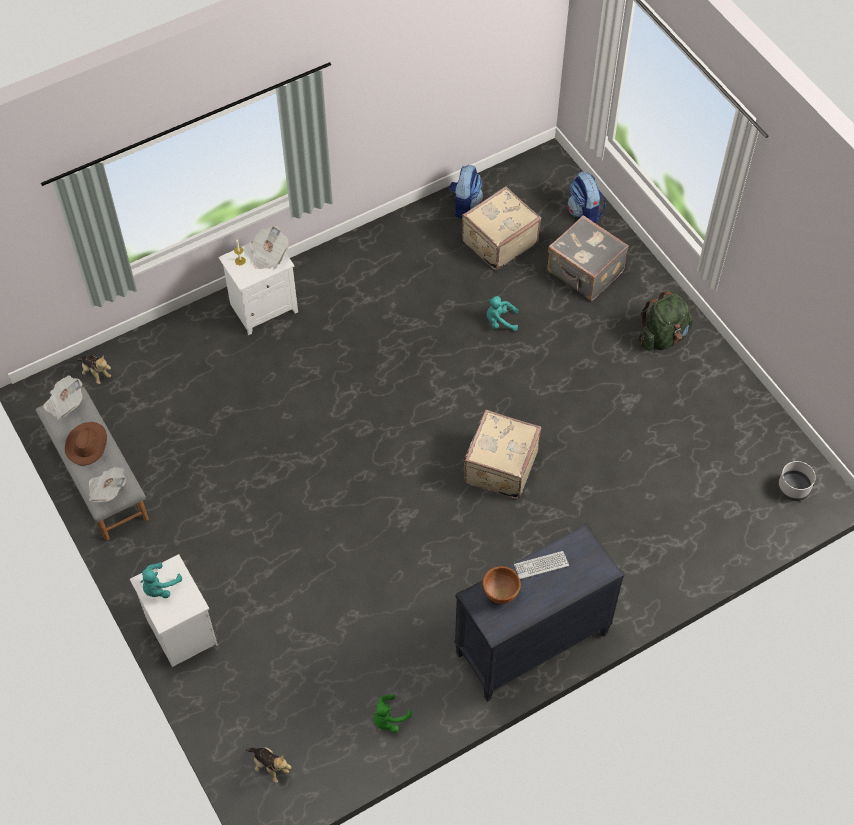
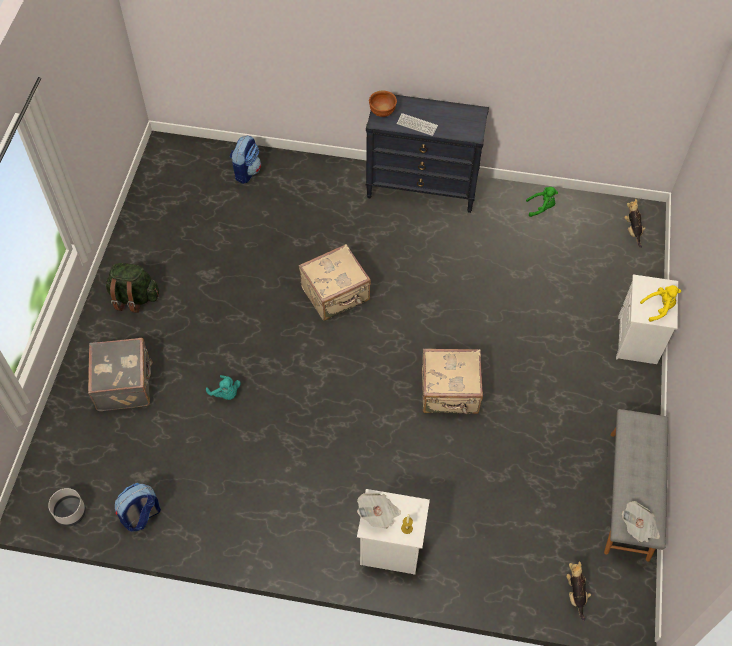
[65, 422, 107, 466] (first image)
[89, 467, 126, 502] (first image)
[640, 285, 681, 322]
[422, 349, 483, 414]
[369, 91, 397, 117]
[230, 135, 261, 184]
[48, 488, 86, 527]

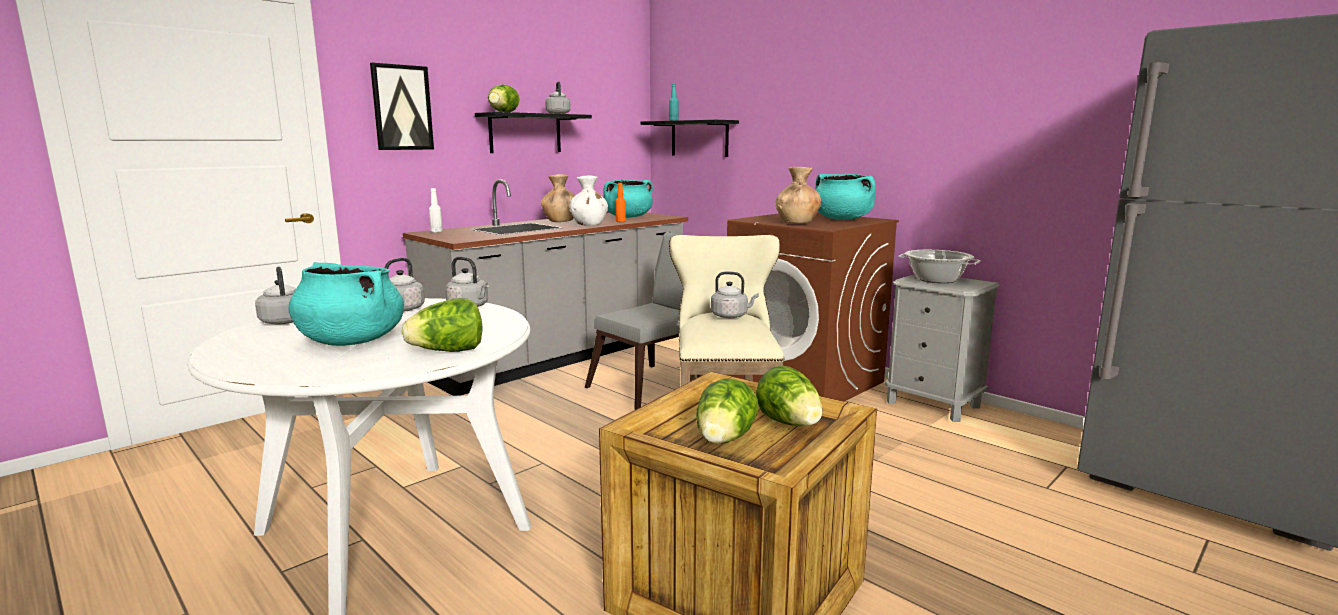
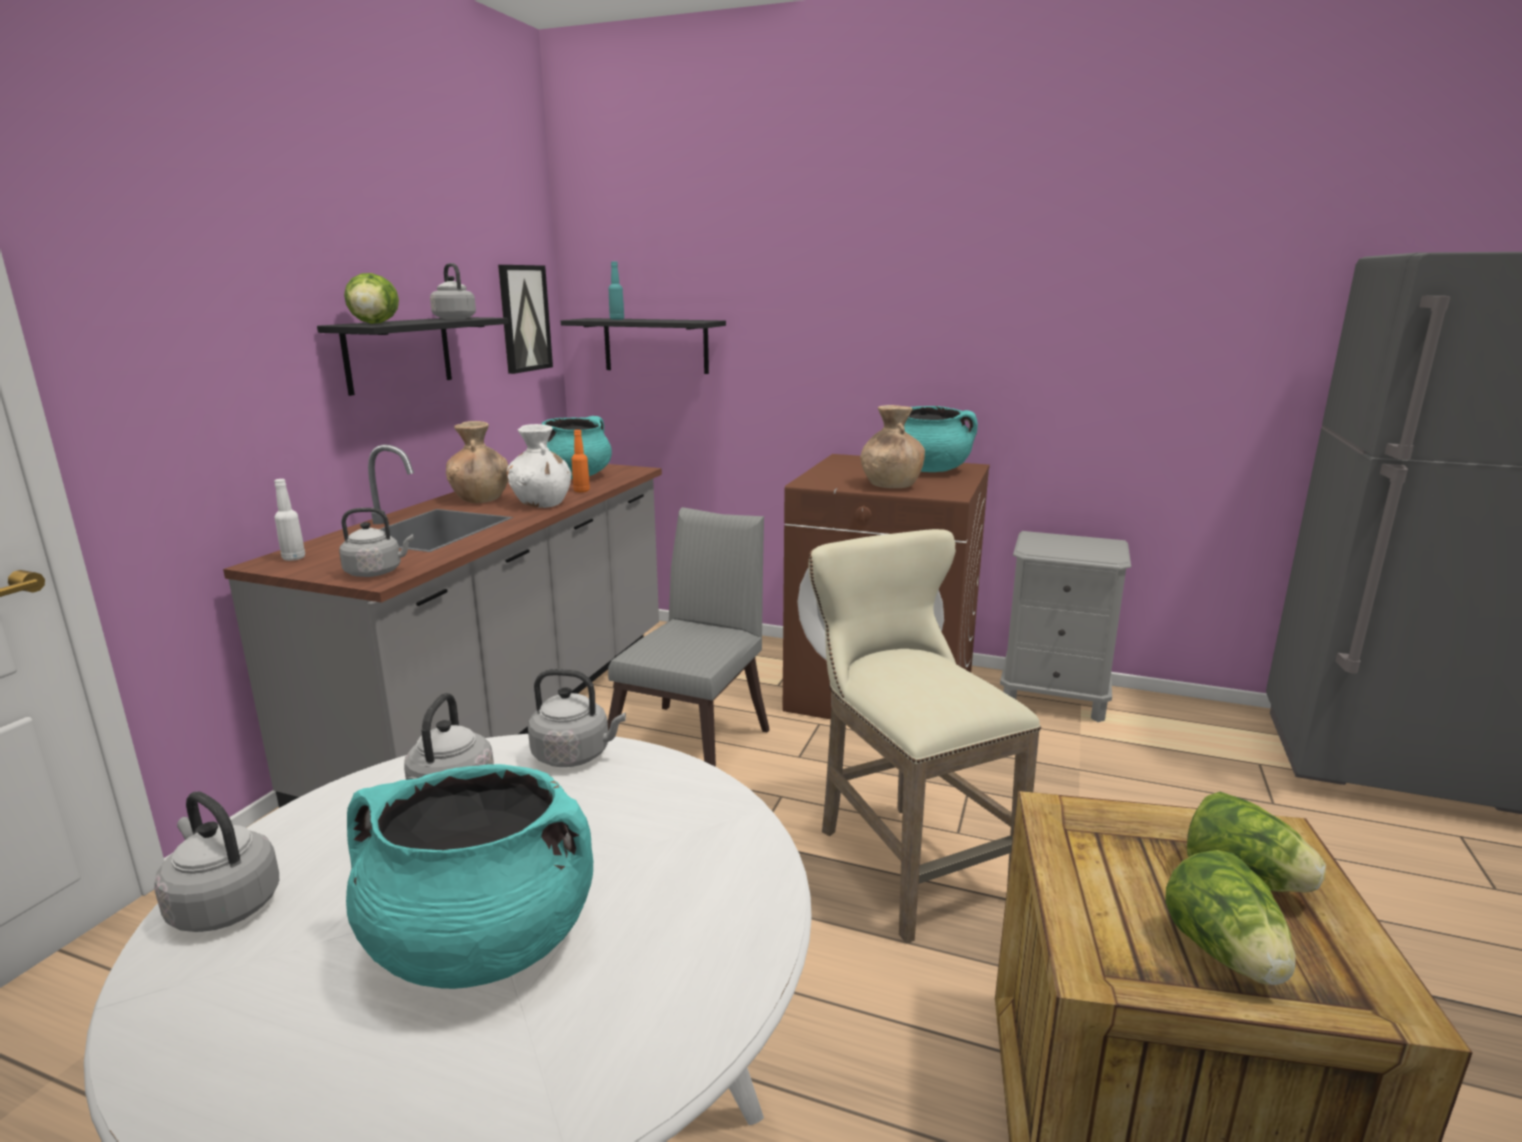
[498, 265, 553, 374]
[402, 298, 482, 352] (first image)
[339, 508, 414, 577]
[898, 250, 981, 283] (first image)

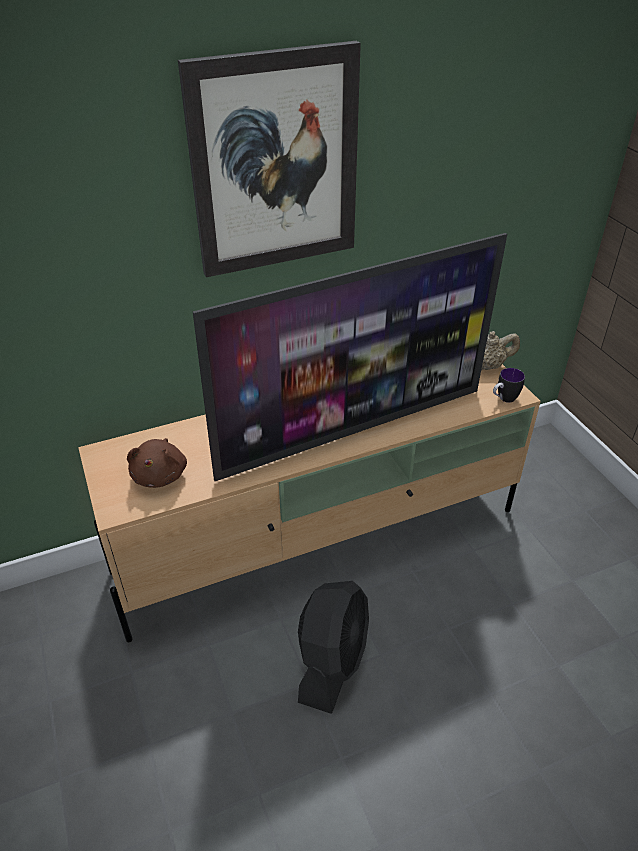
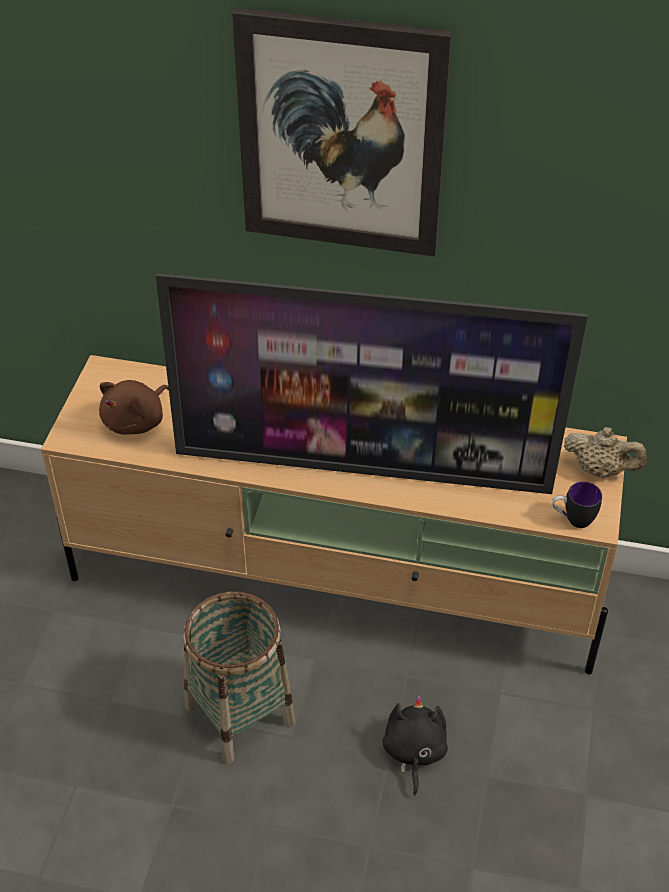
[183, 591, 295, 764]
[383, 696, 448, 796]

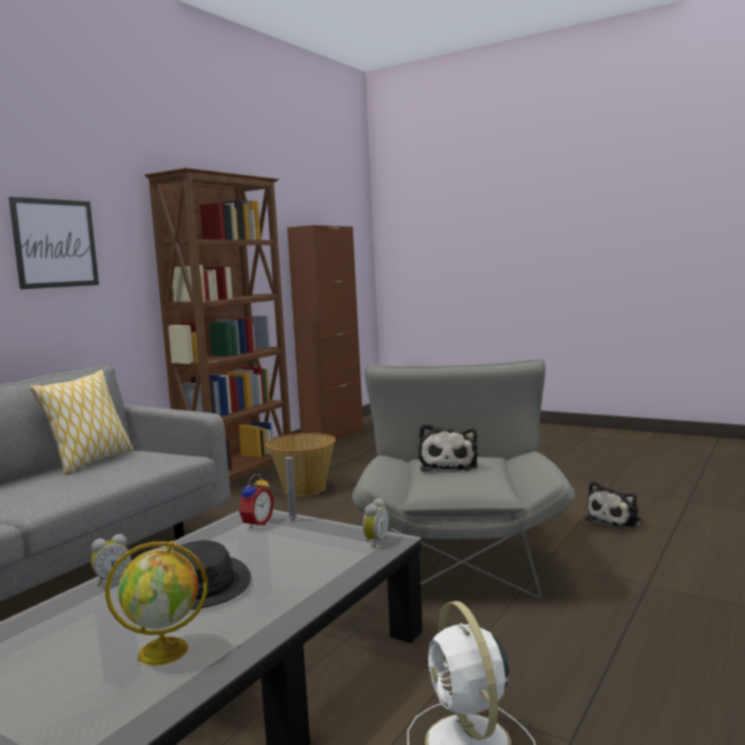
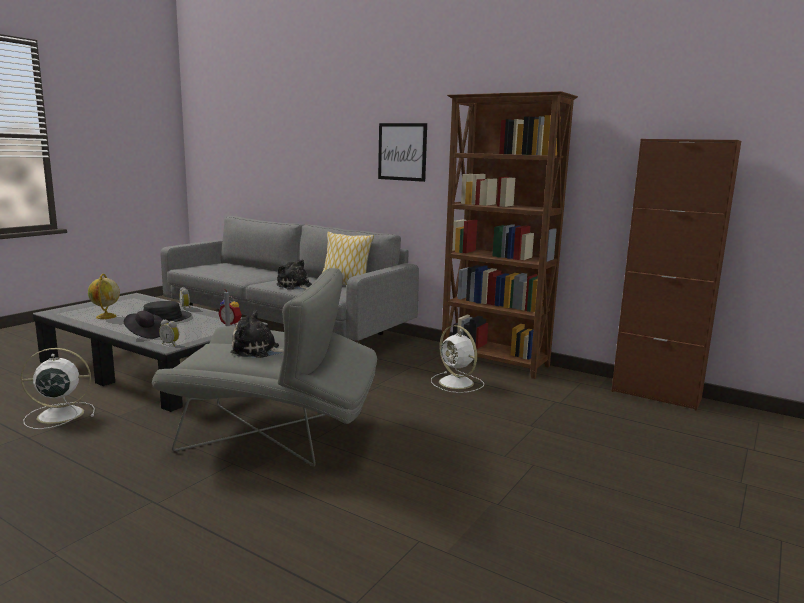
[431, 325, 484, 393]
[277, 260, 312, 290]
[124, 311, 163, 339]

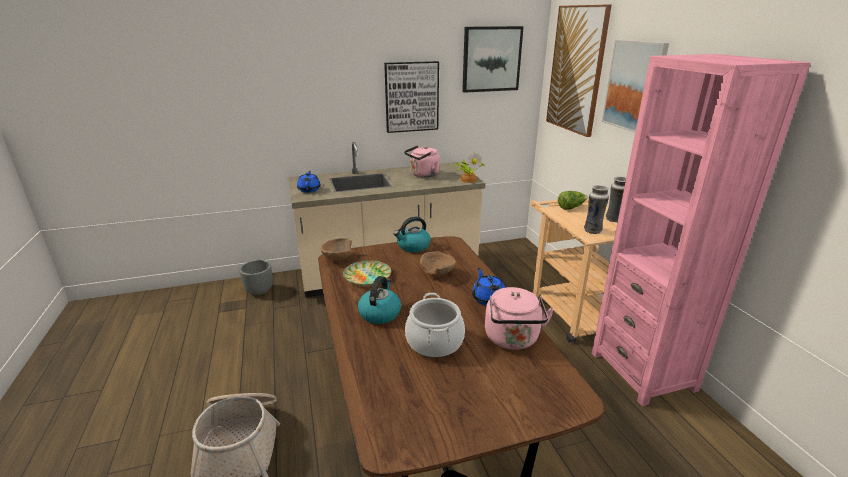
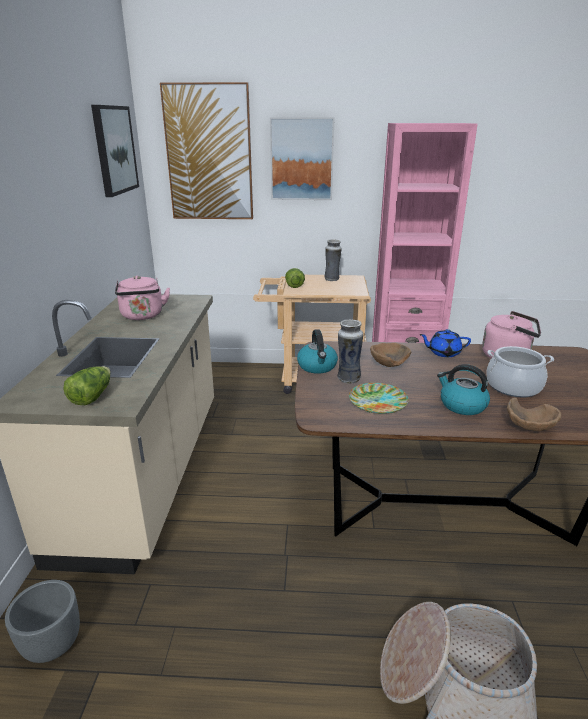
[63, 366, 111, 405]
[507, 398, 561, 431]
[384, 61, 439, 133] (first image)
[455, 152, 485, 183] (first image)
[337, 319, 363, 384]

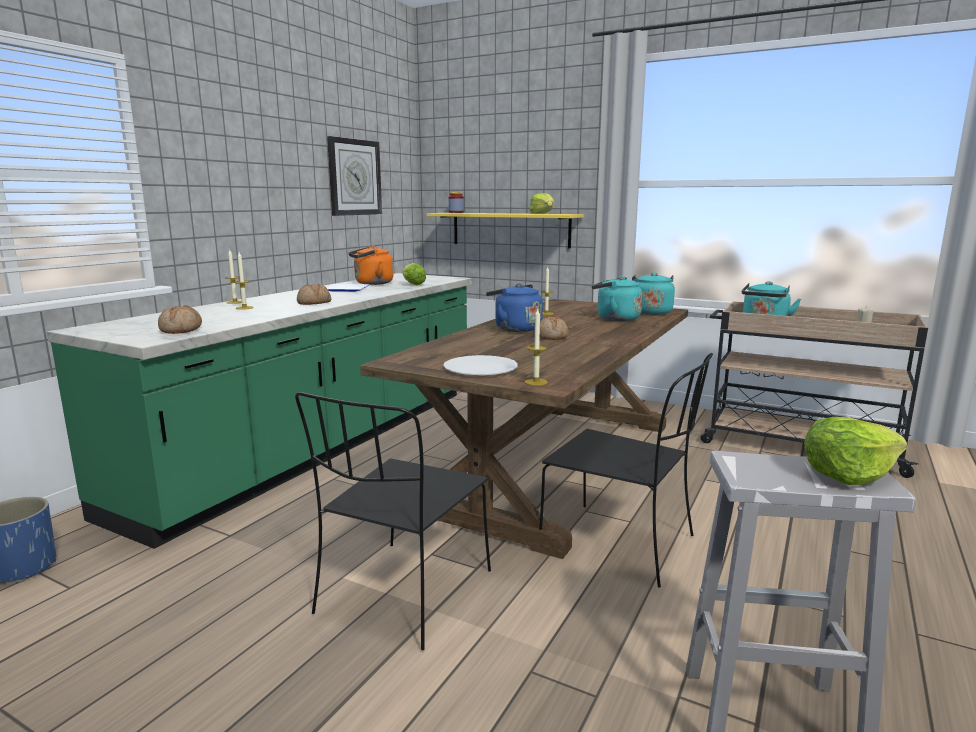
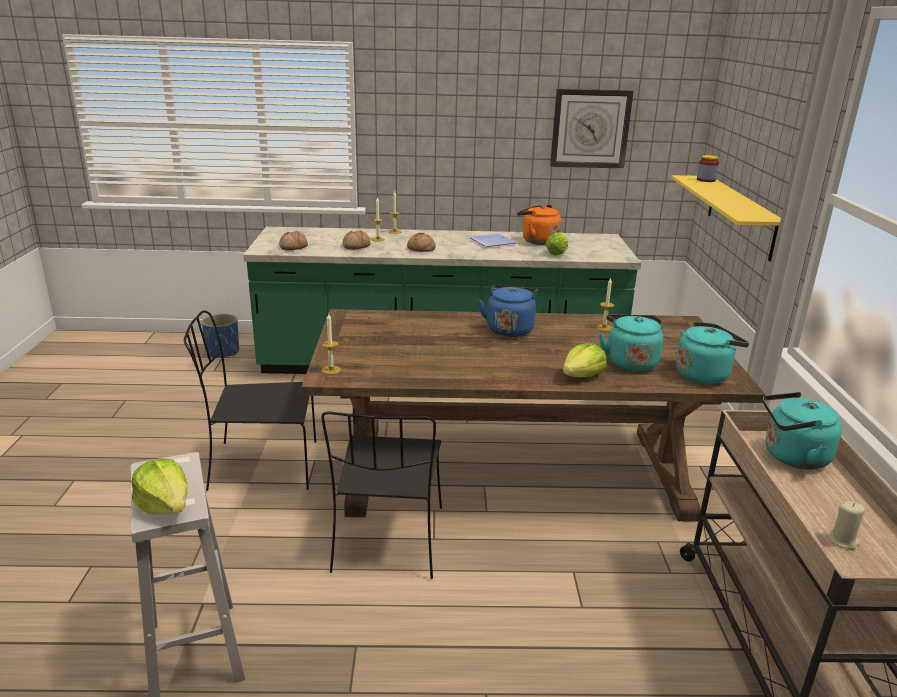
[443, 355, 518, 375] (first image)
[563, 343, 607, 377]
[343, 231, 371, 250]

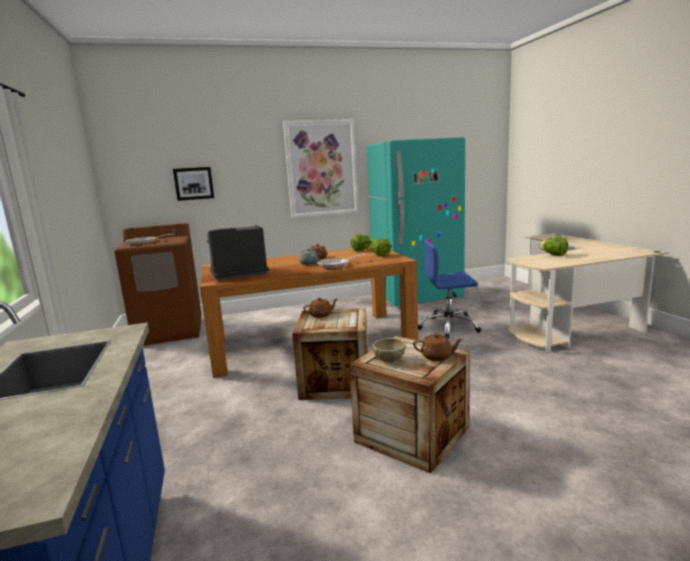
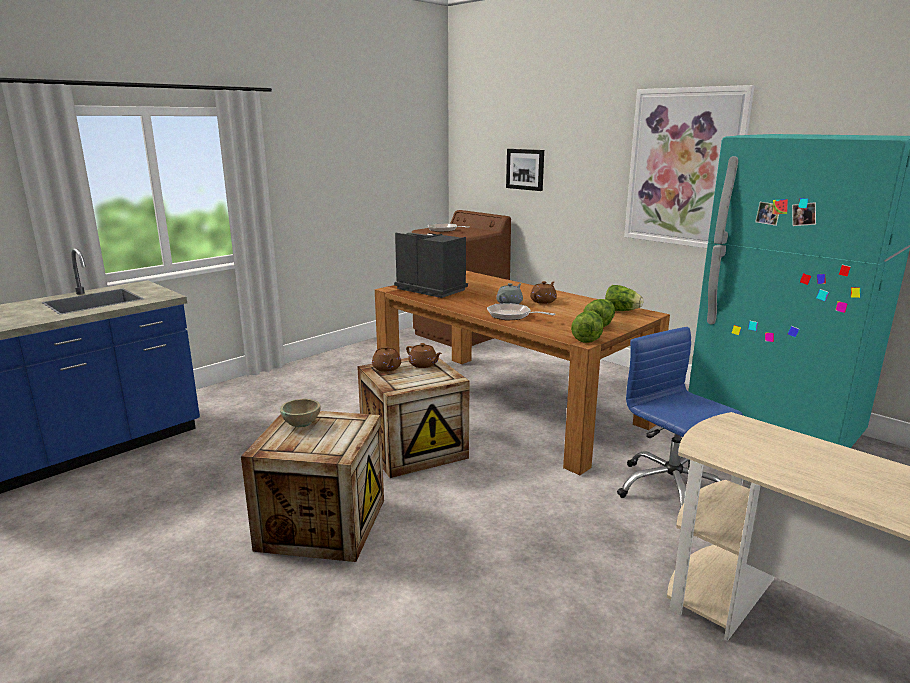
[372, 346, 401, 372]
[571, 311, 604, 343]

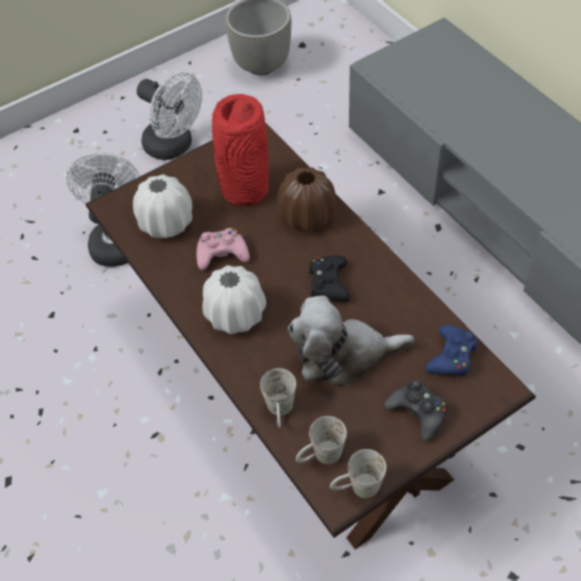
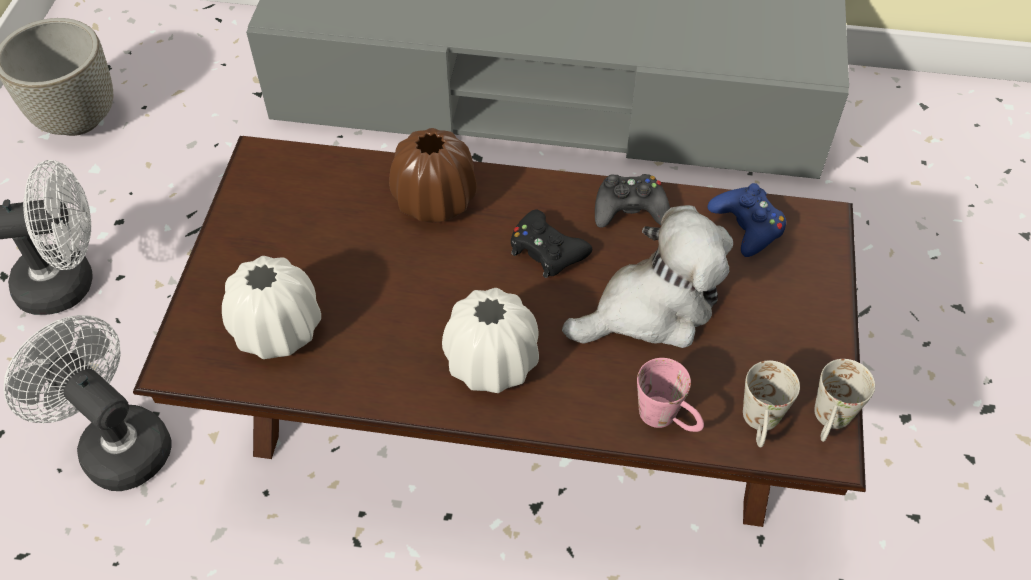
[196, 228, 250, 270] (first image)
[212, 94, 269, 206] (first image)
[637, 358, 704, 432]
[562, 205, 733, 348]
[595, 174, 670, 228]

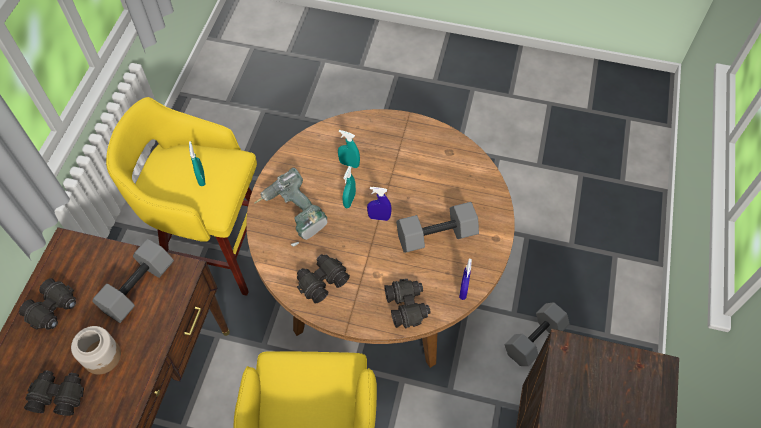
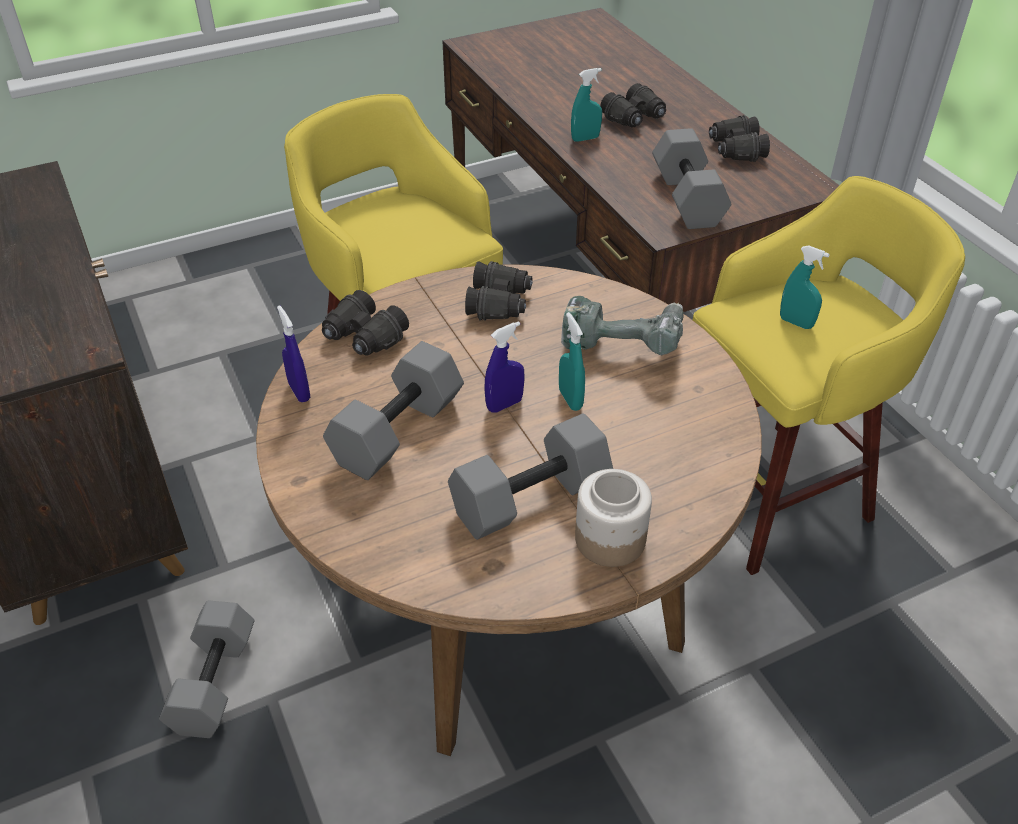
[575, 469, 652, 567]
[571, 68, 602, 142]
[448, 413, 613, 540]

